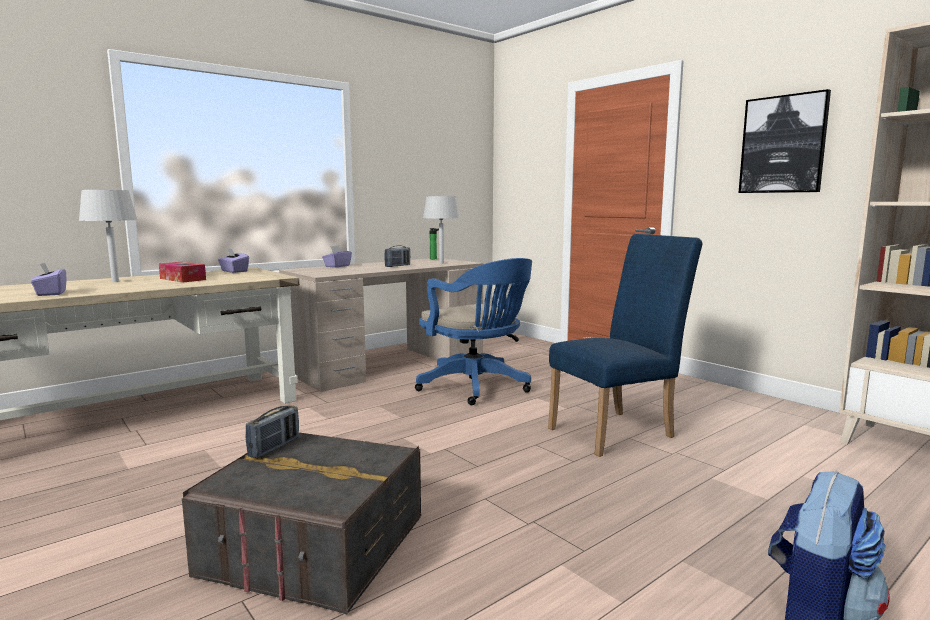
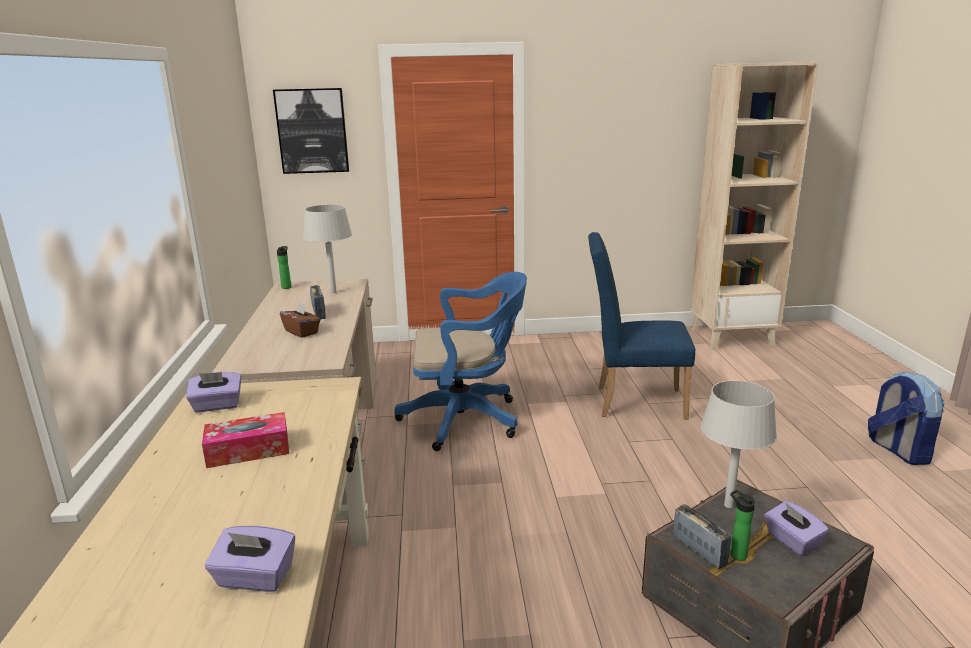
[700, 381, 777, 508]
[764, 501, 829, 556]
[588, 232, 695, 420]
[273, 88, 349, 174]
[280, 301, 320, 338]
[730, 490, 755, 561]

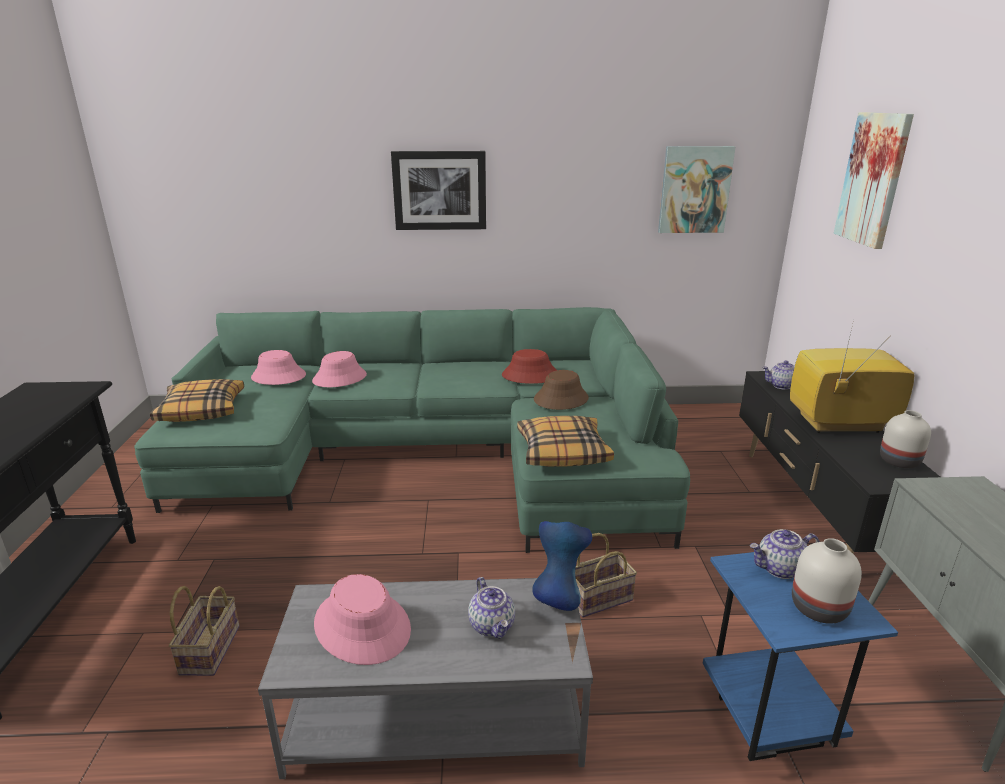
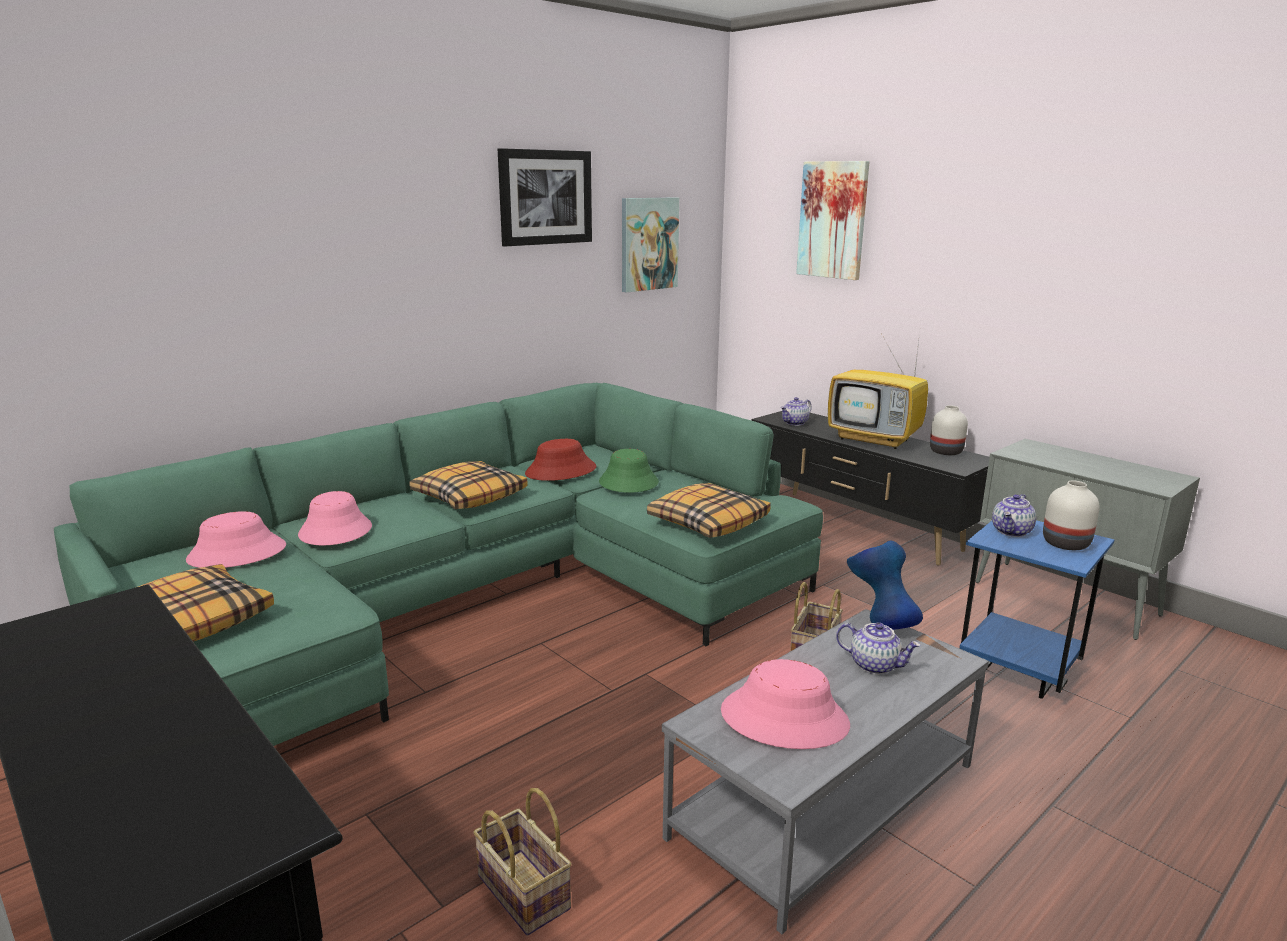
[498, 148, 592, 246]
[599, 449, 659, 493]
[828, 333, 928, 449]
[409, 461, 527, 509]

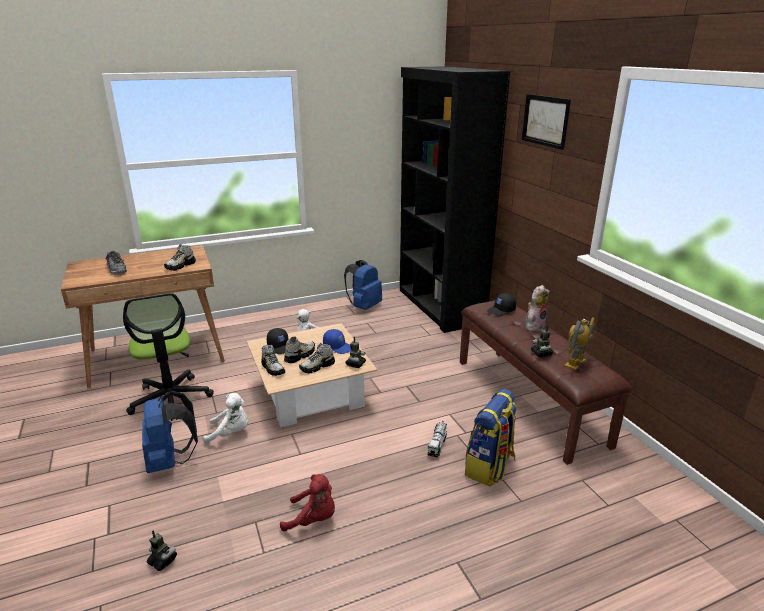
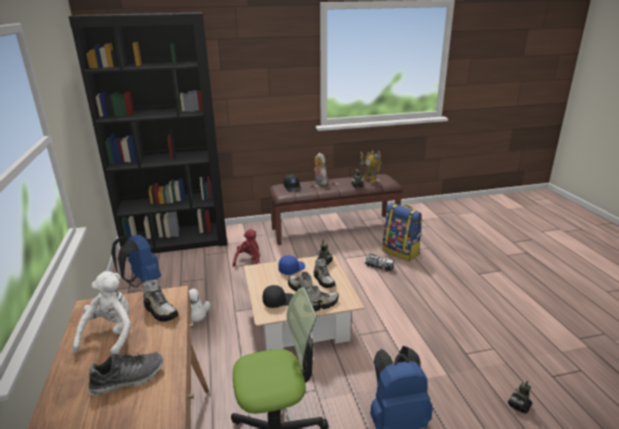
[73, 271, 131, 355]
[233, 229, 260, 267]
[522, 94, 571, 150] (first image)

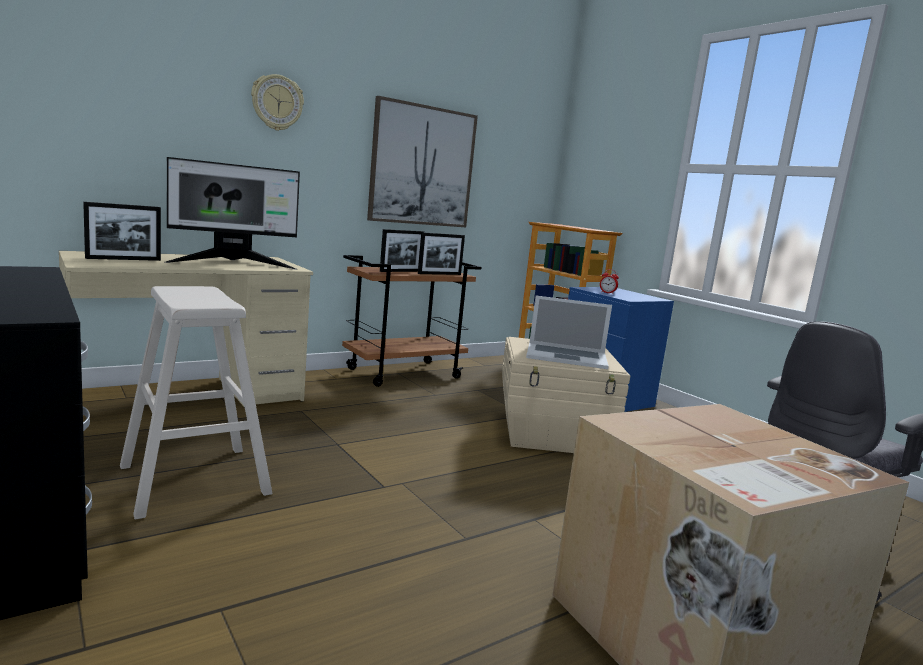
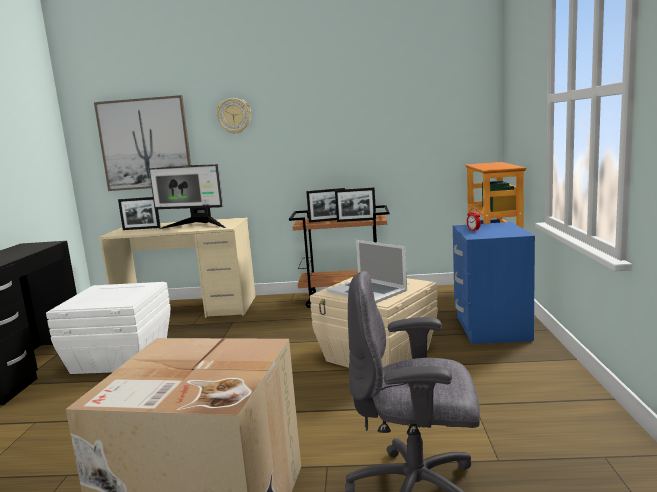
[46, 282, 171, 374]
[94, 95, 191, 191]

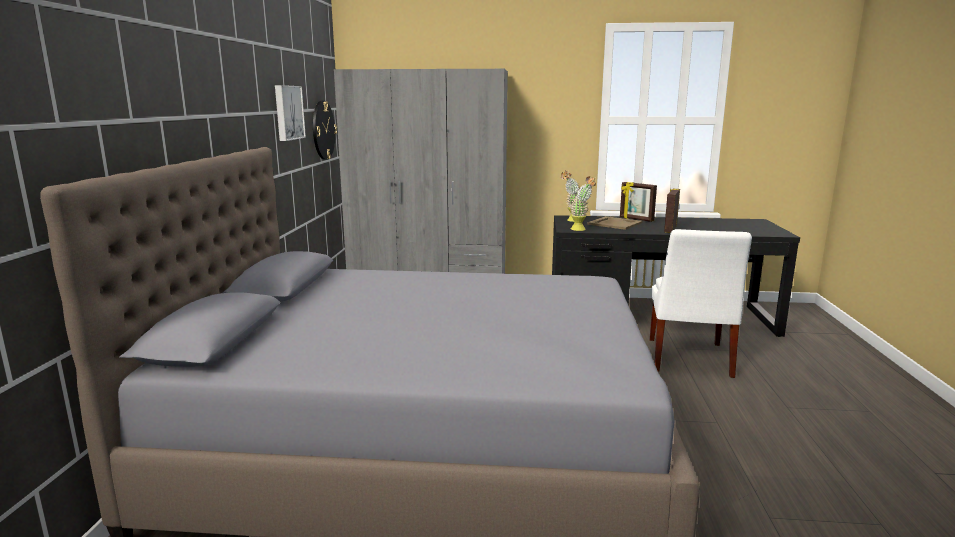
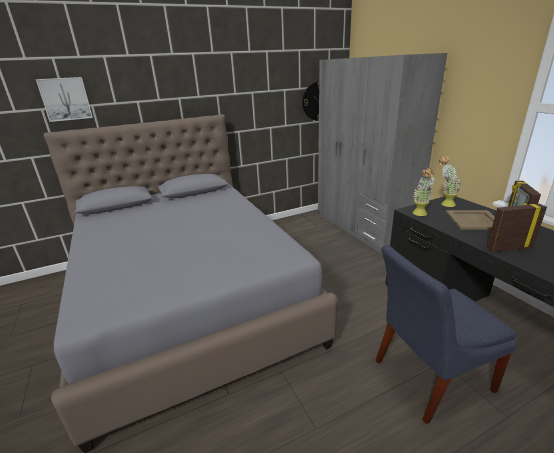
[36, 77, 93, 122]
[375, 245, 517, 424]

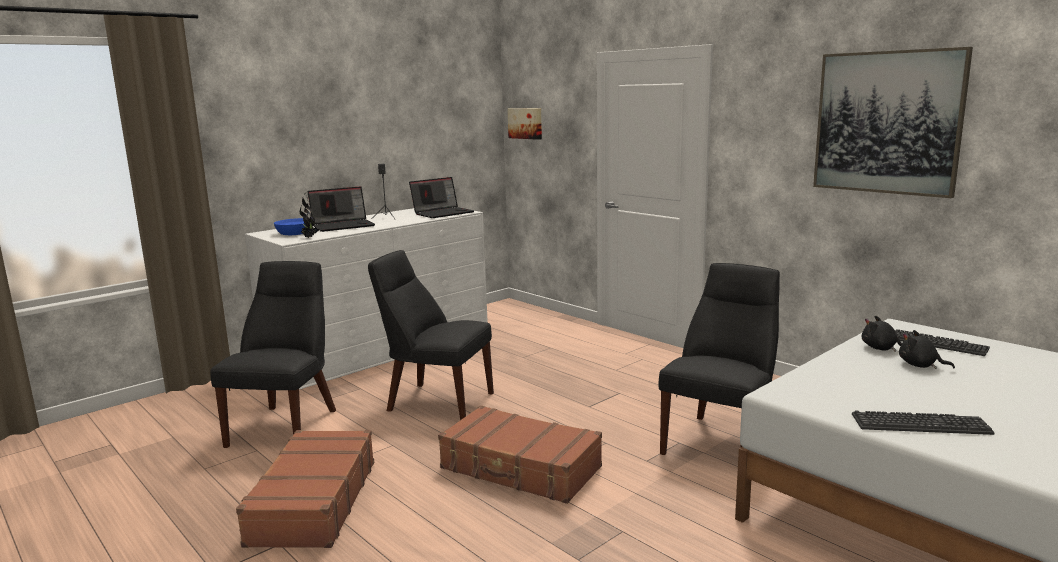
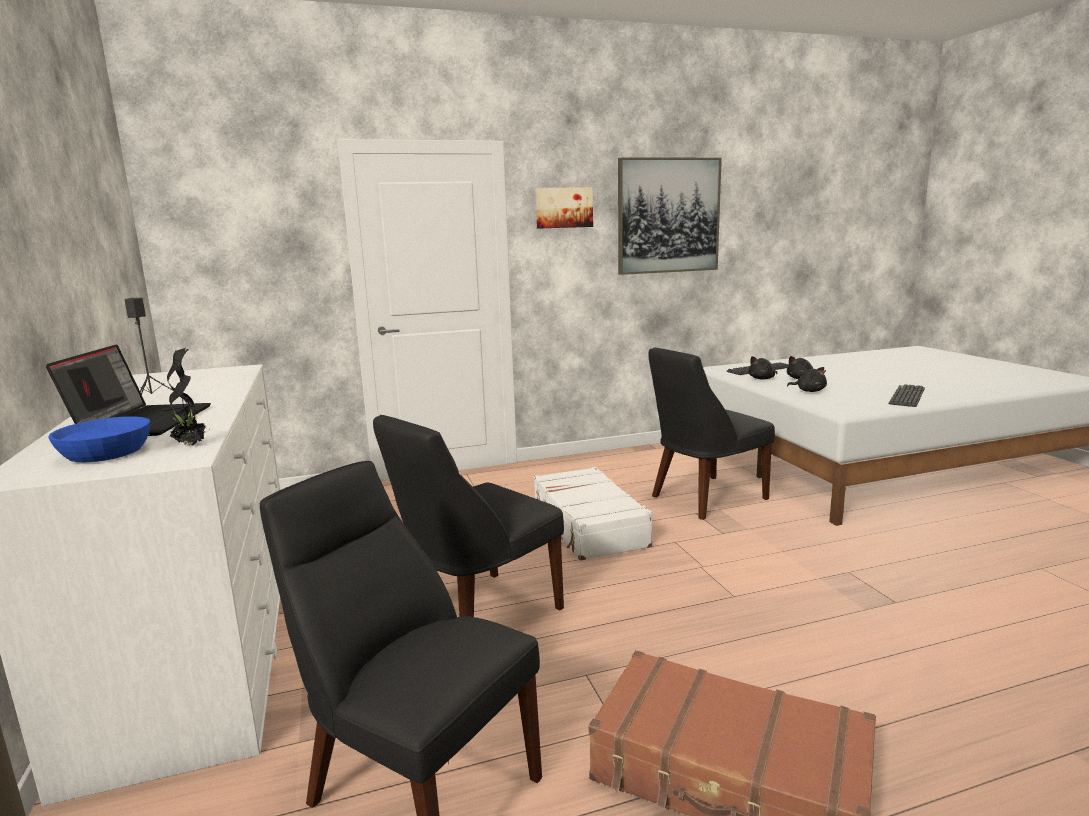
[409, 177, 474, 218] (first image)
[438, 405, 602, 504] (first image)
[535, 187, 593, 229]
[649, 348, 775, 520]
[534, 467, 653, 561]
[787, 367, 827, 392]

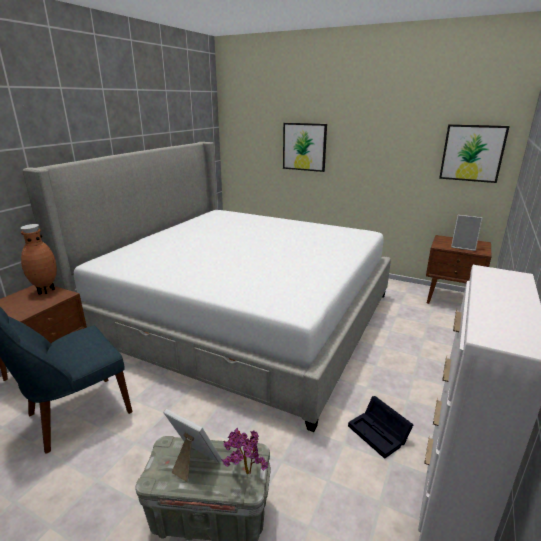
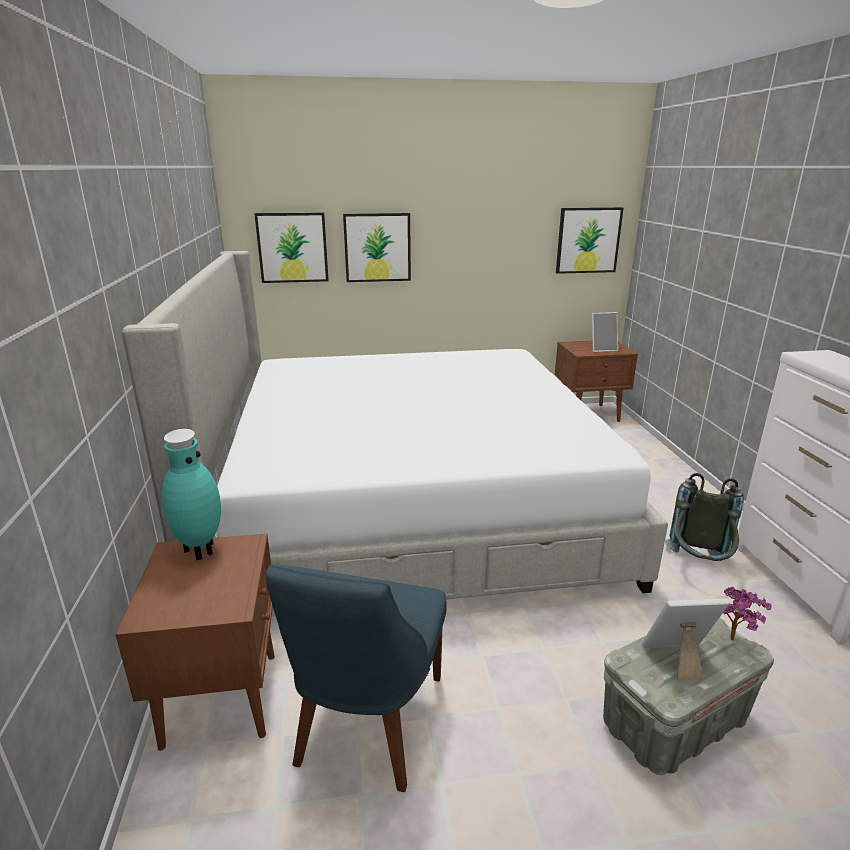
[161, 429, 221, 560]
[665, 473, 744, 561]
[254, 212, 329, 283]

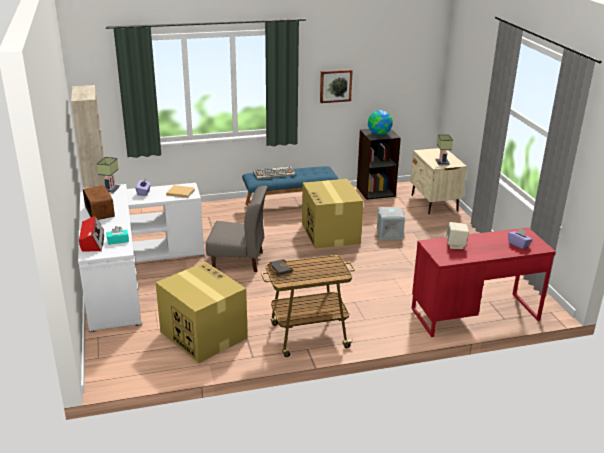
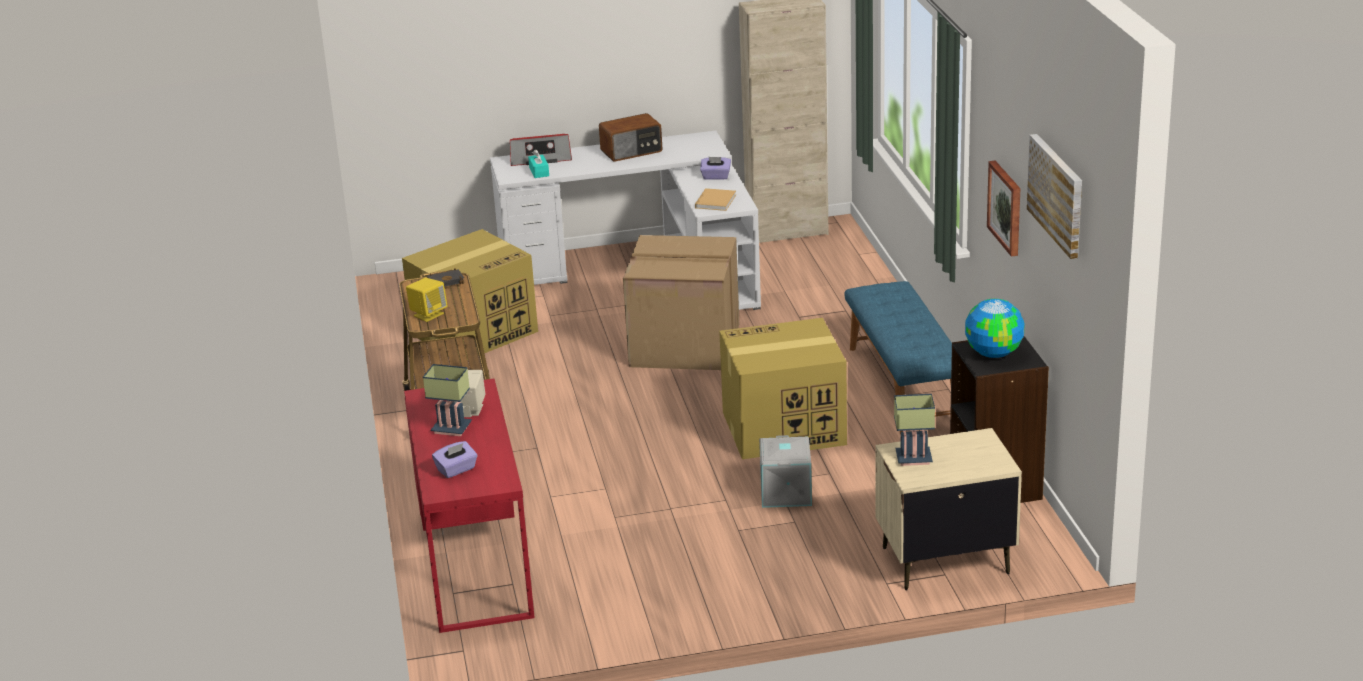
[423, 364, 472, 436]
[623, 235, 739, 370]
[253, 166, 295, 180] (first image)
[406, 278, 448, 322]
[1027, 134, 1082, 259]

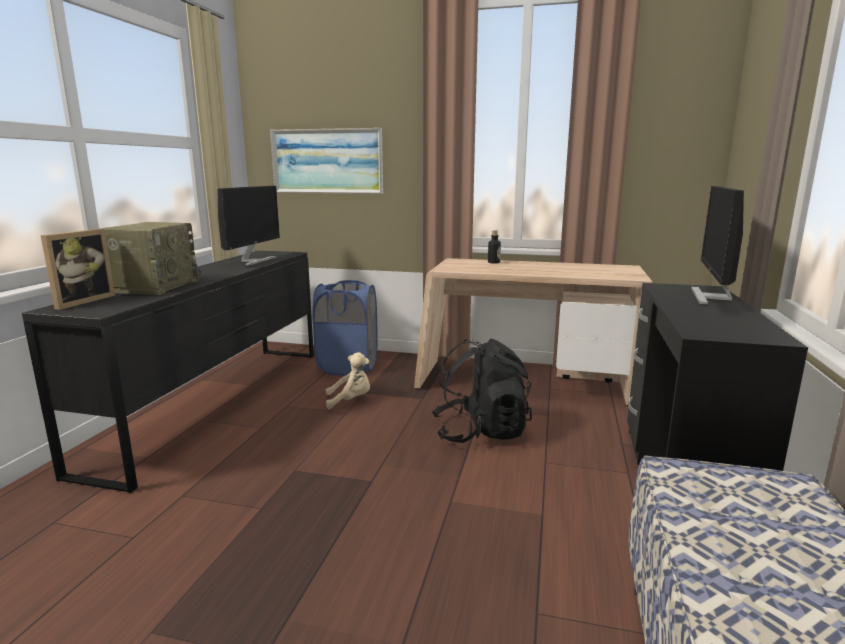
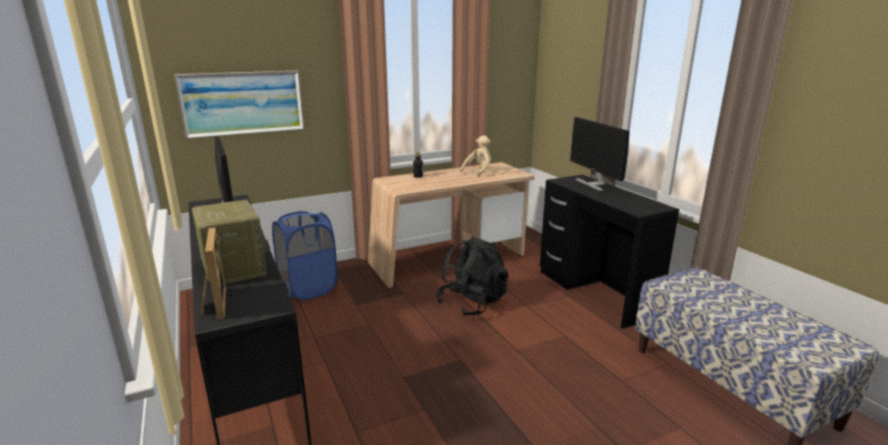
[460, 135, 491, 177]

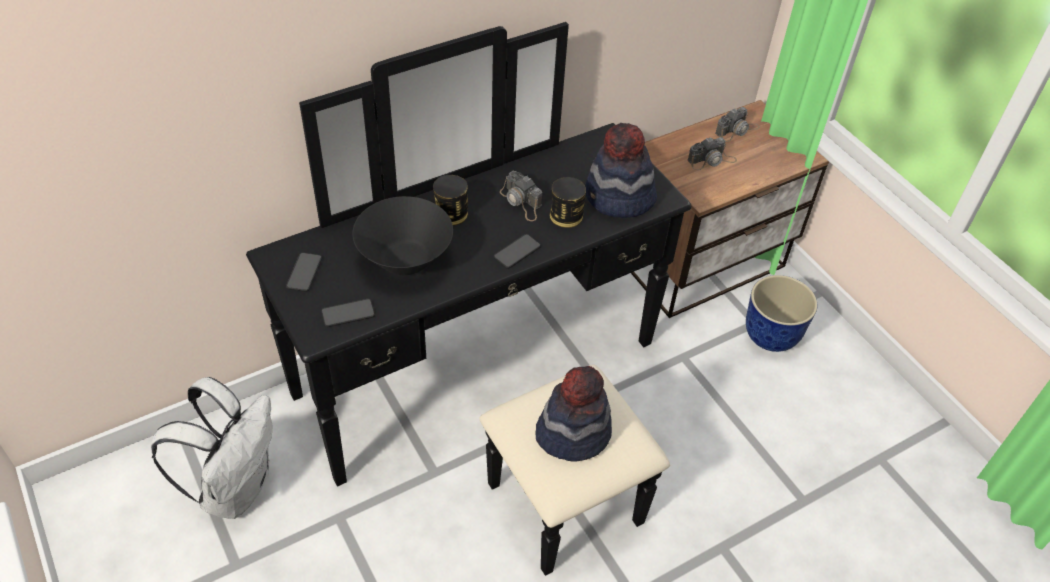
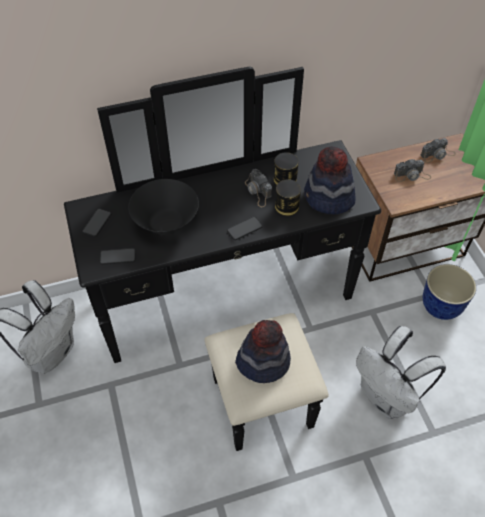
[273, 152, 299, 185]
[356, 326, 446, 419]

